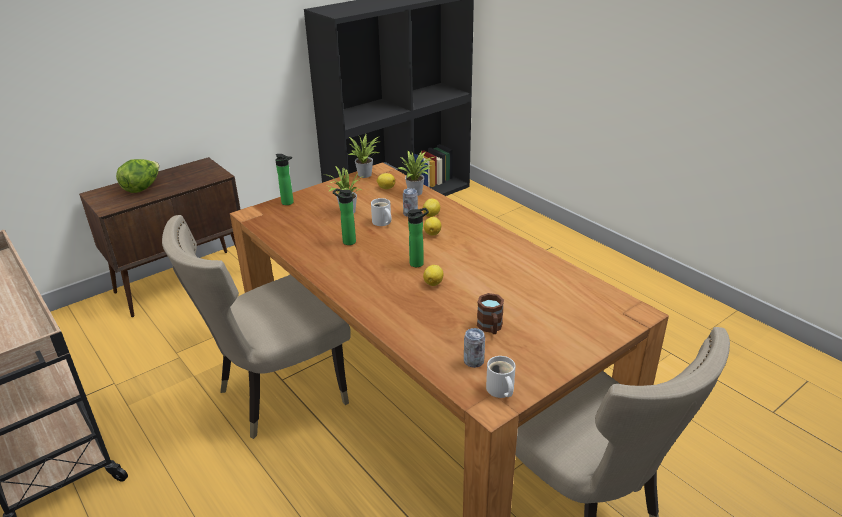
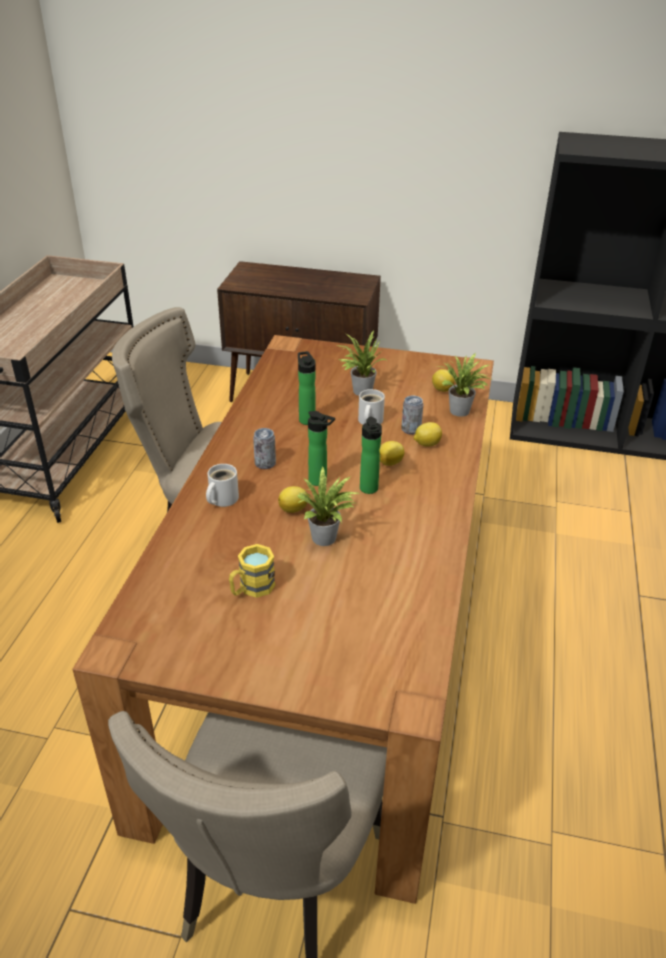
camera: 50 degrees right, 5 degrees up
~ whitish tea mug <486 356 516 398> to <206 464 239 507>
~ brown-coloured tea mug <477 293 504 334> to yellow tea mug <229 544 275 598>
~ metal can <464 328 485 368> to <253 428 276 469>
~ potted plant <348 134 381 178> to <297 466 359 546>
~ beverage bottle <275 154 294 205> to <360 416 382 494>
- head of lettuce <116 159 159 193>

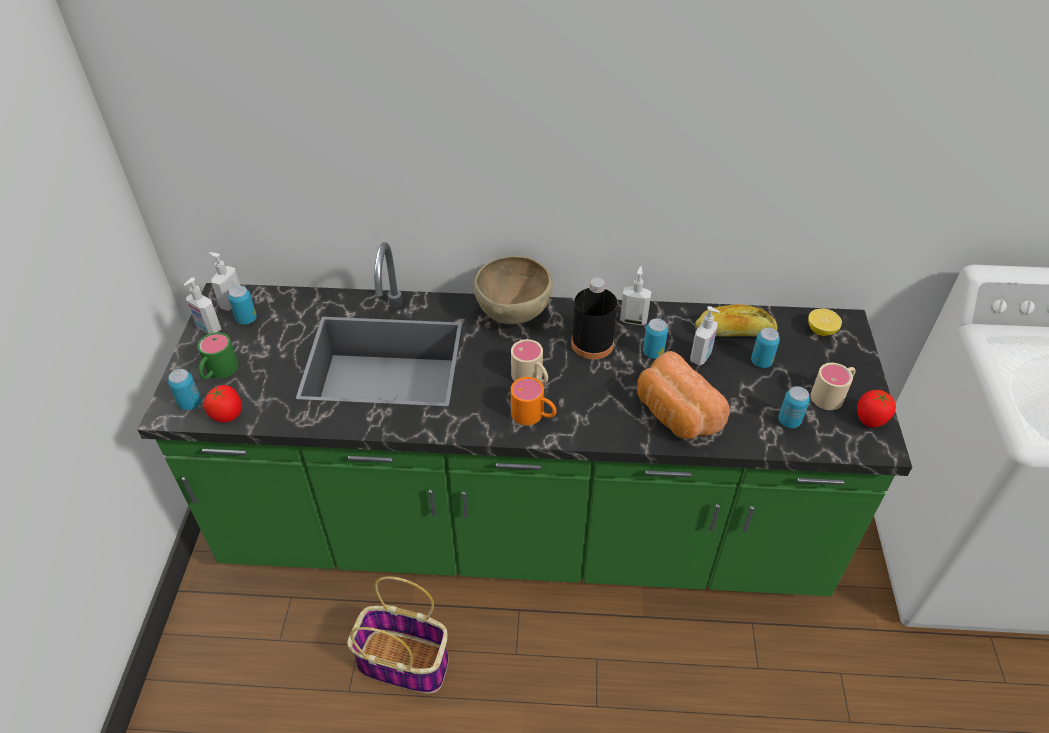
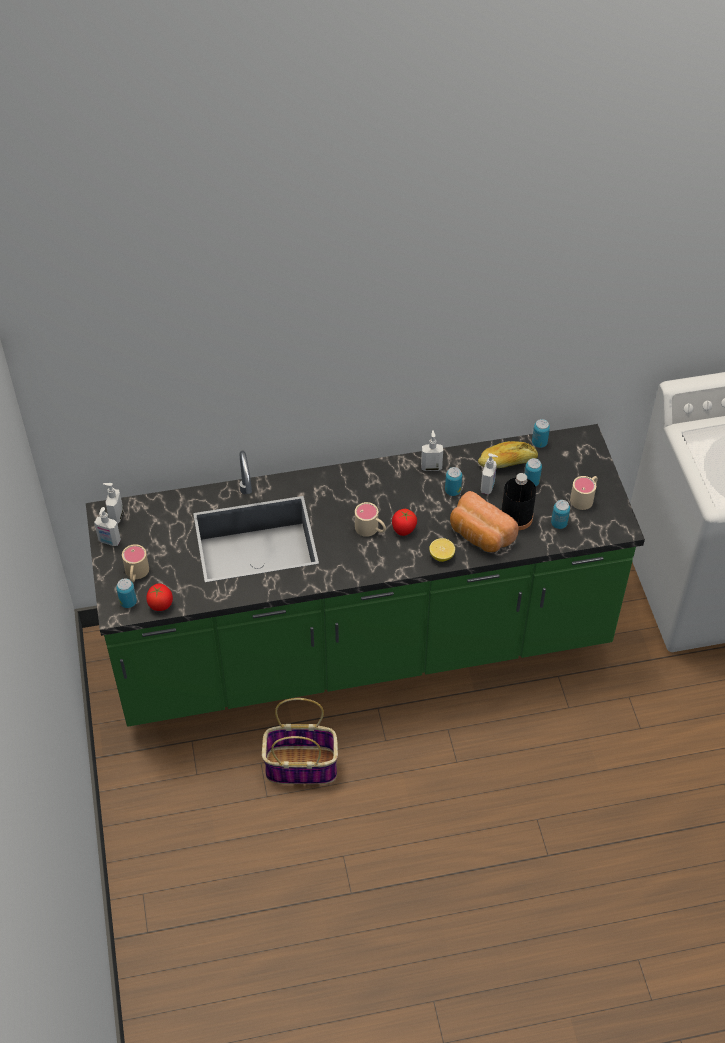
camera: 15 degrees left, 5 degrees up
~ green tea mug <197 332 239 380> to beige tea mug <122 544 149 582>
~ tomato <857 390 896 428> to <392 509 417 536>
~ citrus fruit <808 308 842 336> to <429 538 455 562>
~ black beverage bottle <571 278 618 359> to <501 473 536 530>
~ metal can <228 286 257 325> to <532 419 550 448>
- brown-coloured serving bowl <473 256 553 324>
- orange-coloured tea mug <511 377 557 425>

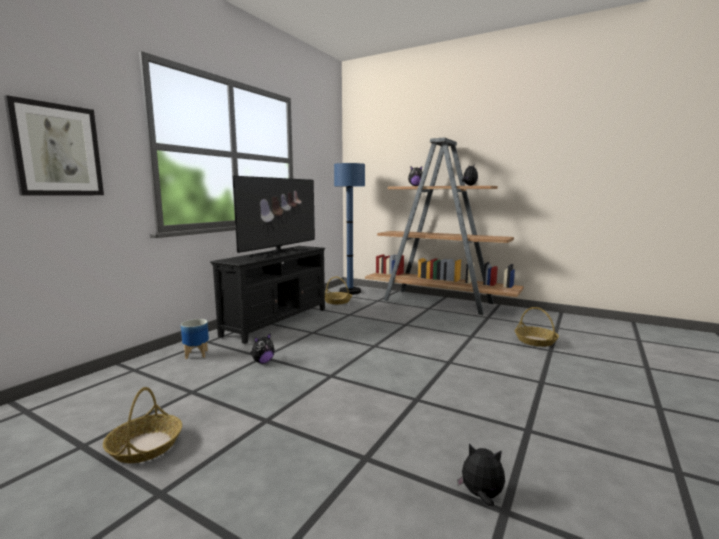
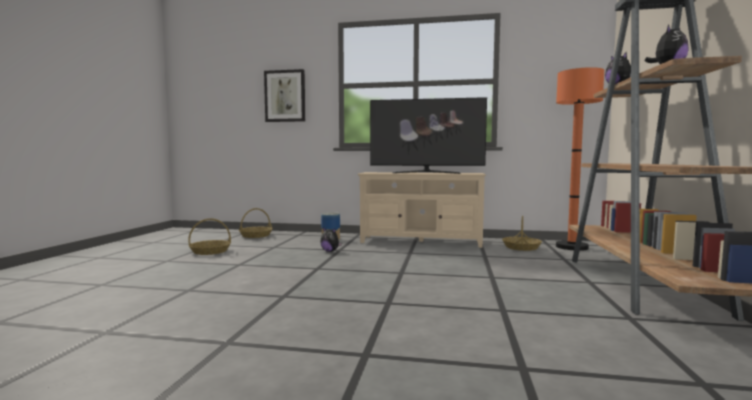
camera: 70 degrees right, 5 degrees down
~ storage basket <515 307 559 347> to <239 208 273 238>
~ black tv unit <210 246 325 344> to beige tv unit <358 172 487 248>
~ blue-coloured floor lamp <334 163 365 295> to orange-coloured floor lamp <556 67 604 251>
- plush toy <457 444 505 506>

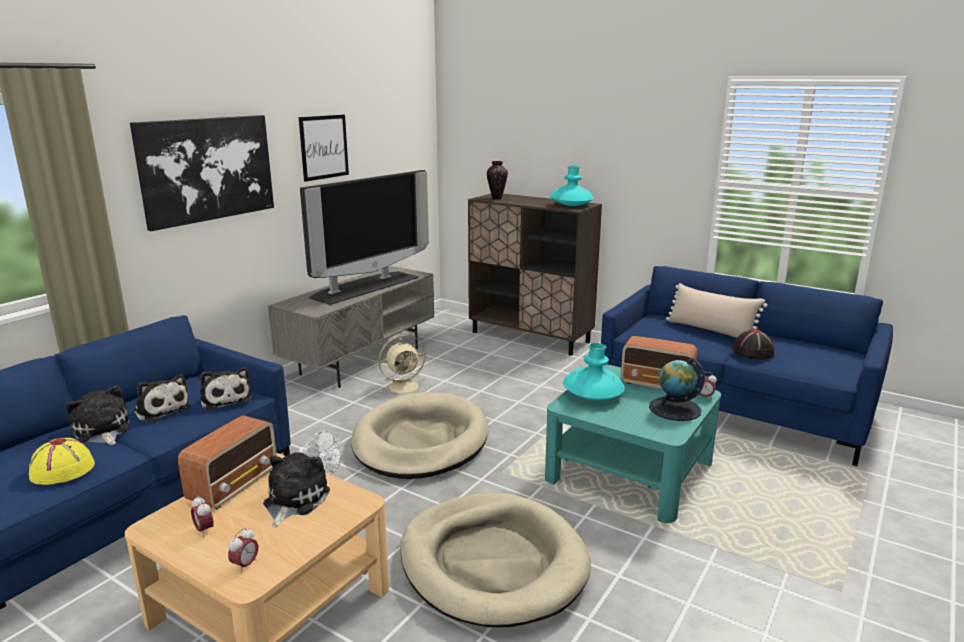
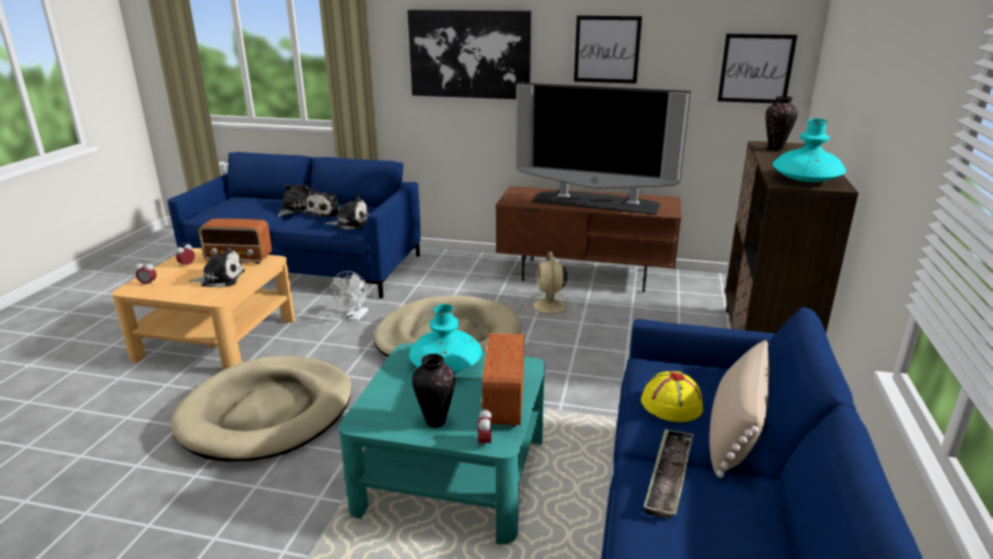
camera: 70 degrees right, 5 degrees up
~ plush toy <200 367 252 411> = <326 196 369 230> 120 degrees counterclockwise
~ world globe <649 357 705 421> to decorative vase <412 354 455 428>
~ grey tv unit <268 266 434 388> to brown-coloured tv unit <496 186 681 293>
~ beige fan <376 335 429 397> = <526 252 576 318> 45 degrees clockwise
~ yellow hat <29 438 95 485> to <641 371 703 422>
~ black hat <732 329 774 360> to tray <643 429 693 519>
+ wall art <718 34 797 103>

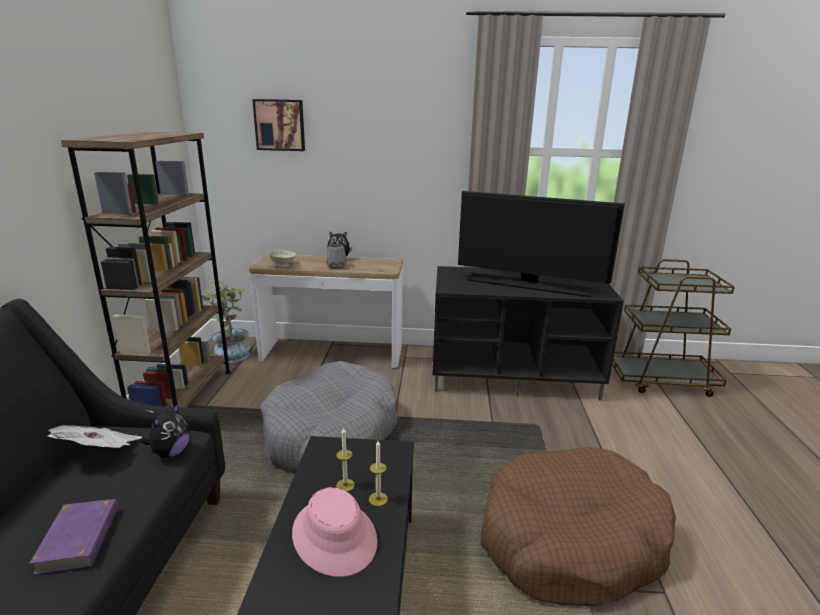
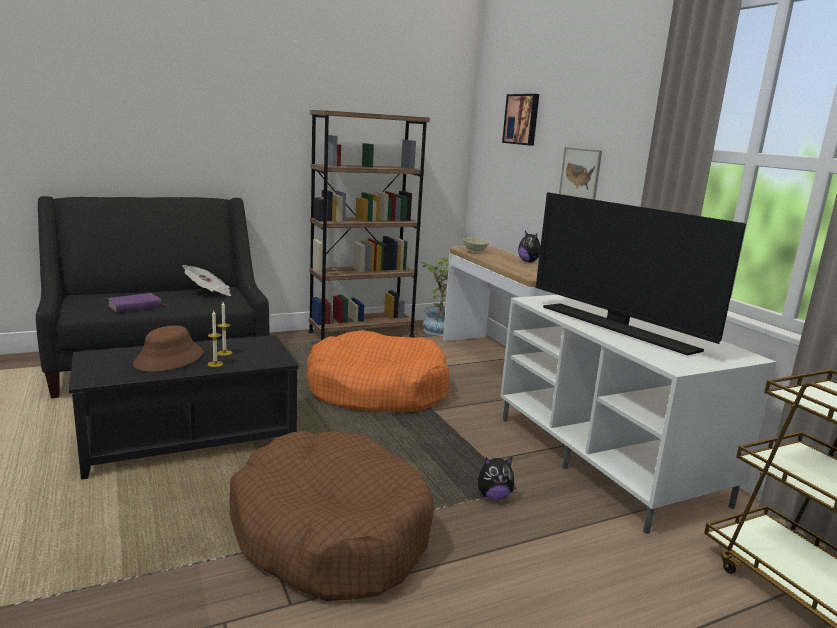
camera: 60 degrees right, 5 degrees down
~ pinkish hat <292 487 377 577> to brown-coloured hat <133 326 203 372>
~ grey pet bed <261 361 398 470> to orange-coloured pet bed <307 330 449 412>
~ plush toy <142 403 190 458> to <478 457 514 500>
~ black tv unit <433 266 624 401> to whitish tv unit <500 295 777 534>
~ television <458 191 625 297> = <536 192 746 355> 150 degrees clockwise
+ wall art <559 147 602 200>
- grey decorative vase <326 244 347 269>

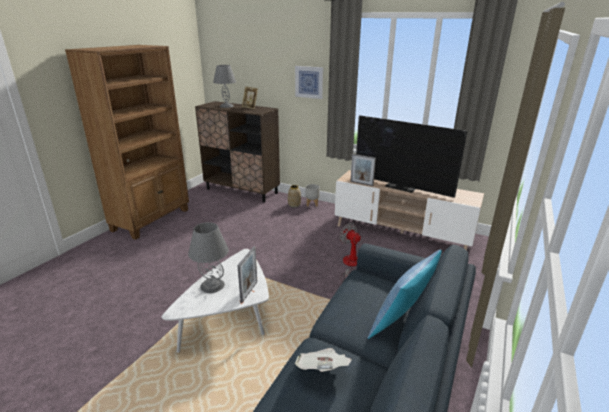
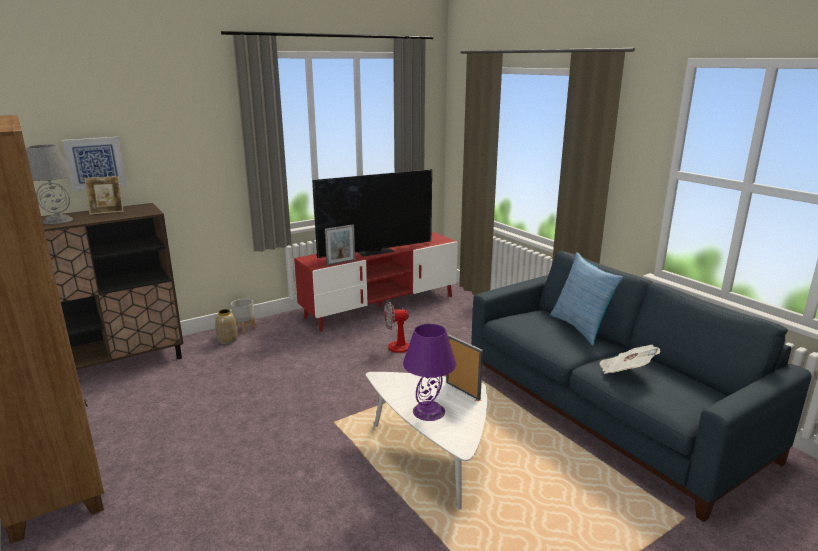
camera: 60 degrees left, 5 degrees down
~ wall art <295 66 323 99> to <62 137 127 191>
~ beige tv unit <335 170 484 251> to red tv unit <294 232 458 332>
~ grey tabletop lamp <188 222 229 293> to purplish tabletop lamp <403 324 456 421>

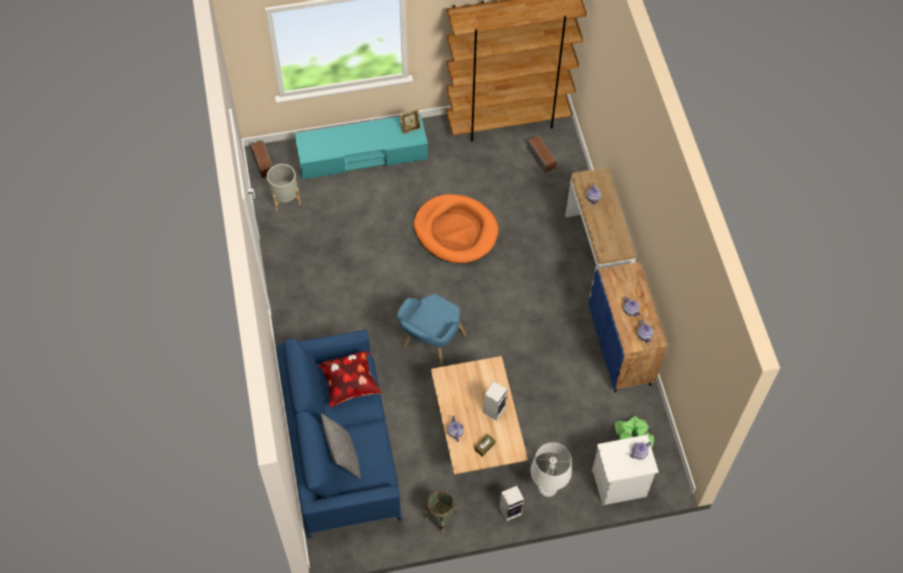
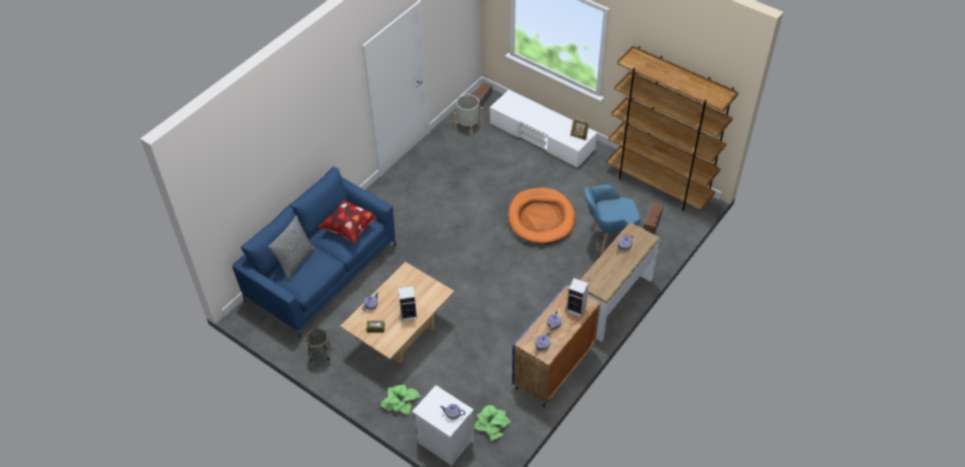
camera: 50 degrees right, 10 degrees down
~ whitish tabletop lamp <530 443 572 497> to potted plant <380 385 420 415>
~ blue-green tv unit <294 113 428 179> to whitish tv unit <490 90 597 167>
~ speaker <499 486 524 521> to <566 278 589 317>
~ blue-coloured armchair <397 294 466 367> to <584 184 640 256>

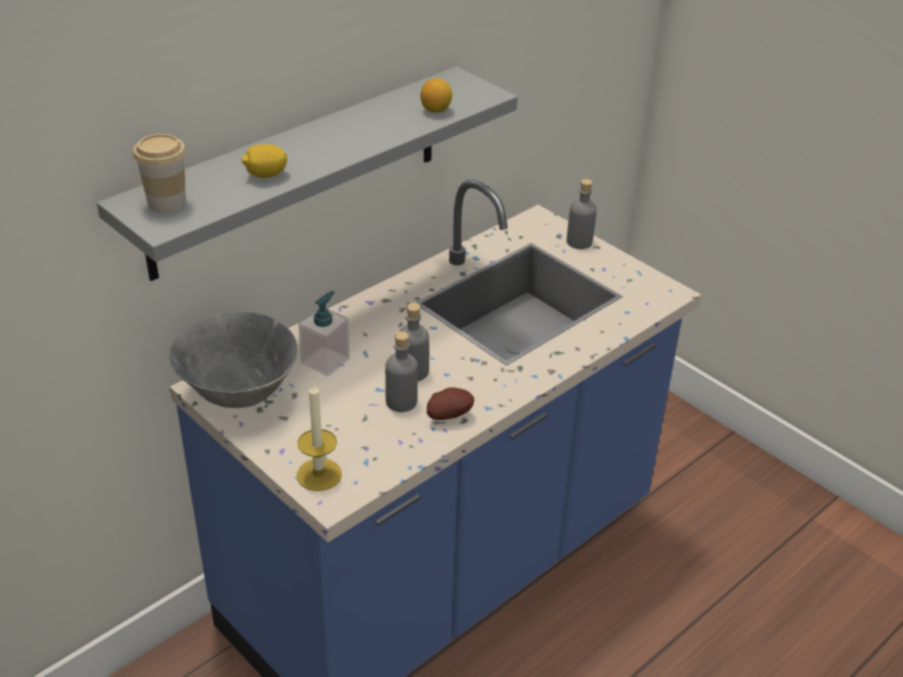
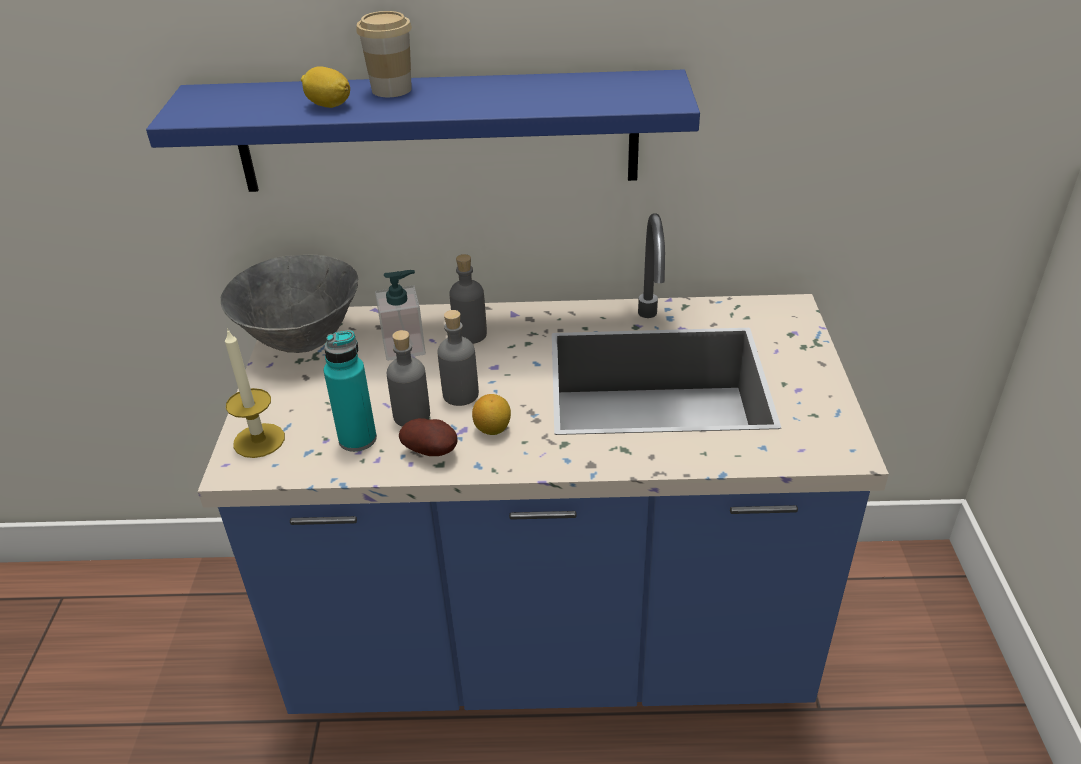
camera: 45 degrees right, 0 degrees up
~ grey wall shelf <97 67 518 281> to blue-coloured wall shelf <146 70 700 192>
+ blue-green beverage bottle <324 330 377 452>
~ cup <133 134 186 213> to <356 11 412 97>
~ grey beverage bottle <567 179 597 249> to <449 254 487 344>
~ citrus fruit <420 78 452 113> to <472 394 511 435>

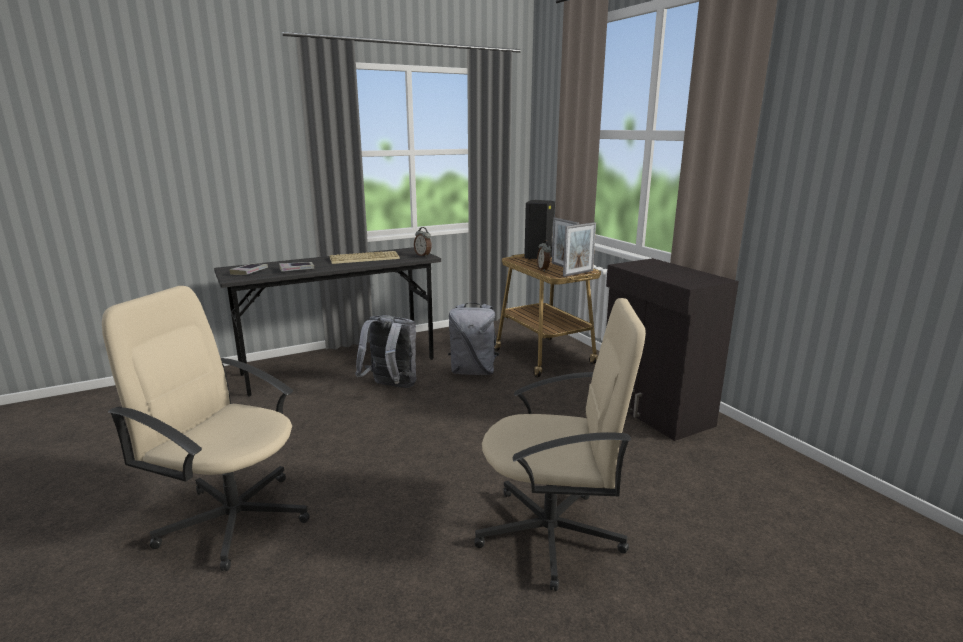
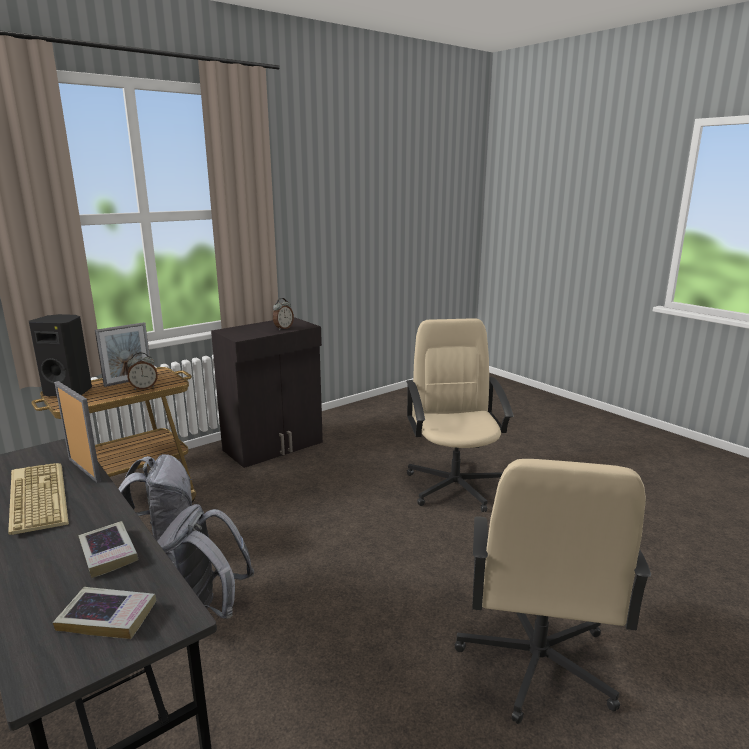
camera: 100 degrees left, 0 degrees up
~ photo frame <563 222 596 277> to <54 381 101 483>
~ bedside clock <414 227 432 257> to <273 298 294 330>

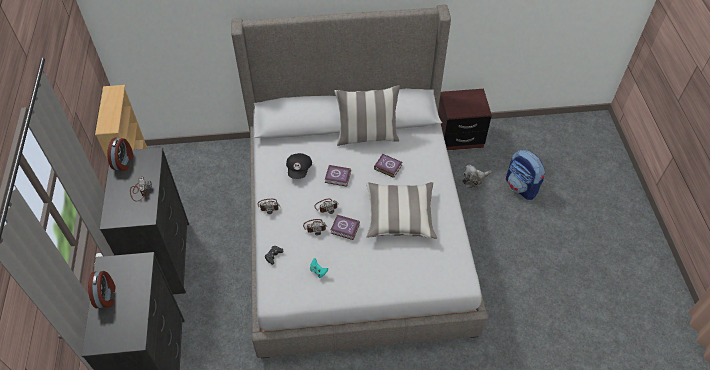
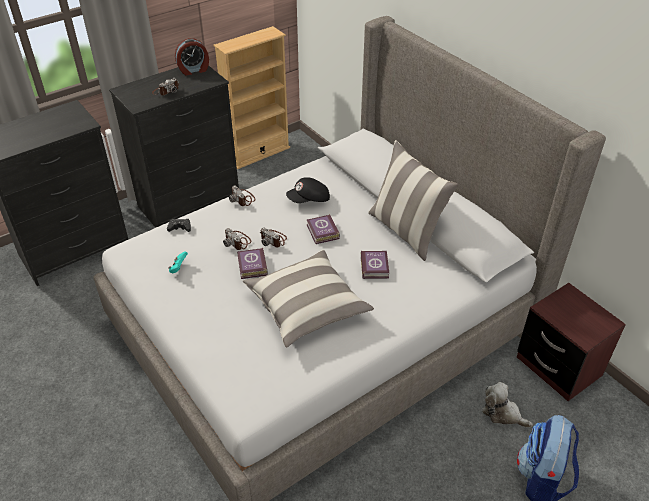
camera: 60 degrees right, 10 degrees down
- bedside clock <88 271 116 308>

